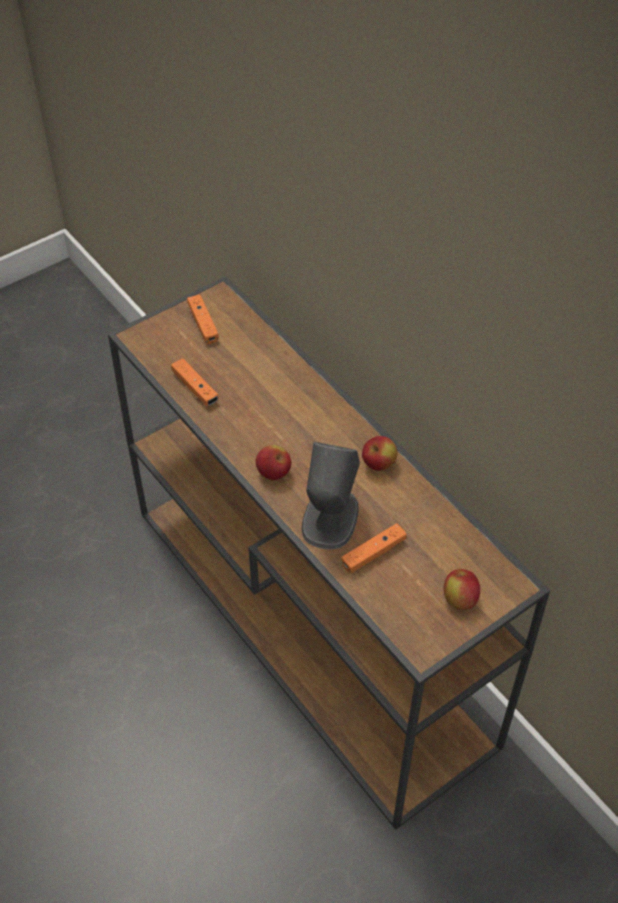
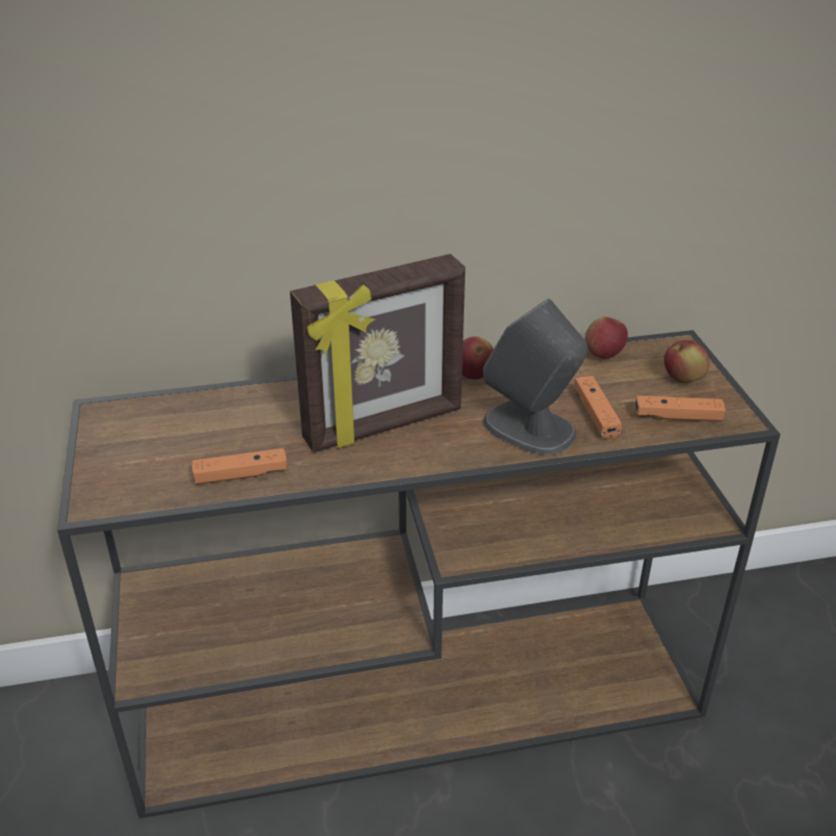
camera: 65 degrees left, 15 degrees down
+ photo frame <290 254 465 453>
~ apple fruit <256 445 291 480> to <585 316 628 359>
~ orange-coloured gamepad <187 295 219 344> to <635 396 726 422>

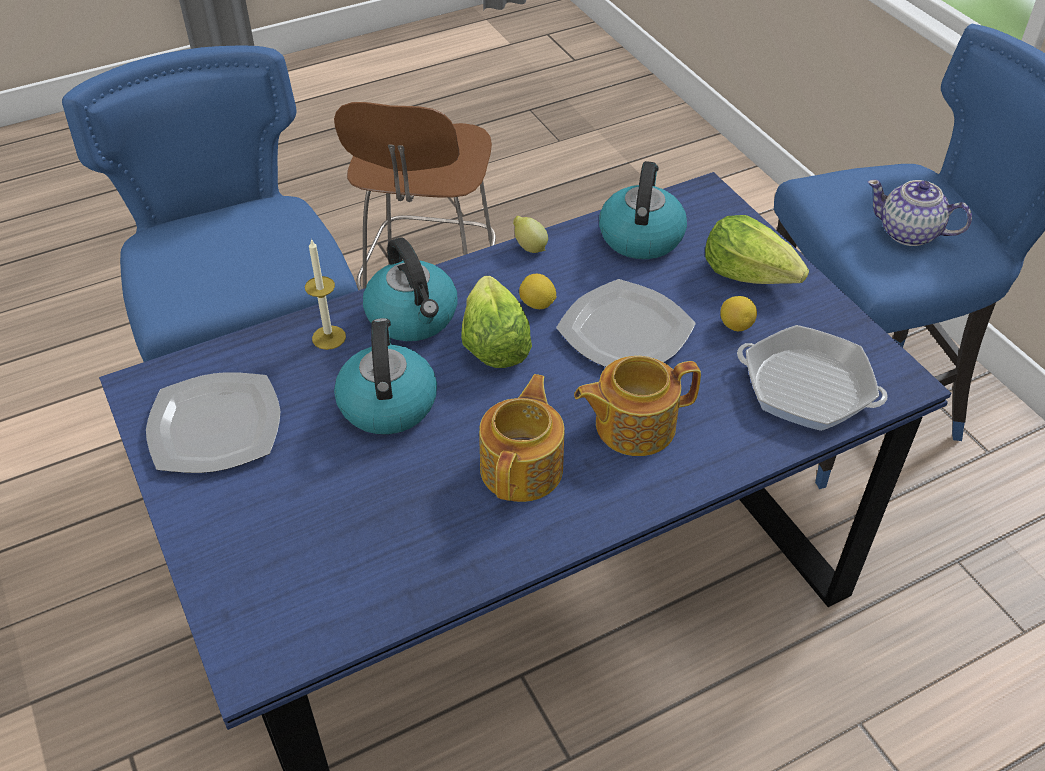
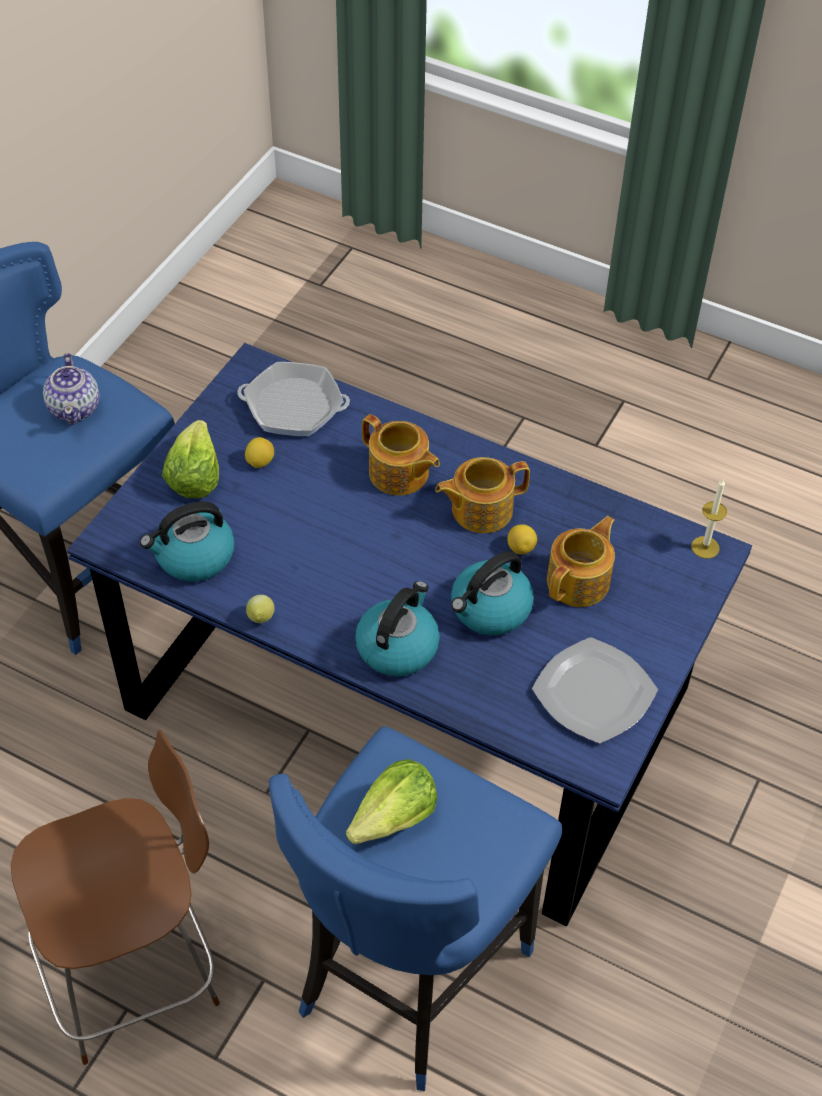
camera: 125 degrees left, 5 degrees up
~ skillet <737 325 888 431> = <237 362 350 436> 75 degrees counterclockwise
~ head of lettuce <461 276 532 368> to <346 759 437 844>
~ citrus fruit <519 274 557 309> to <507 524 537 555>
+ tea pot <547 516 615 607>
~ candle <305 238 346 350> to <691 479 727 559>
- dinner plate <556 279 696 367>

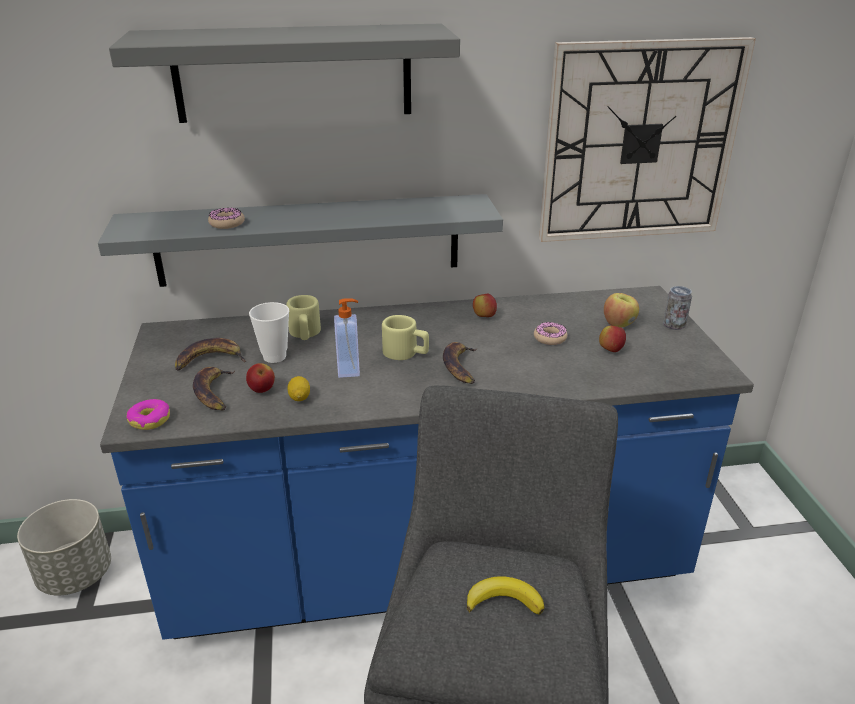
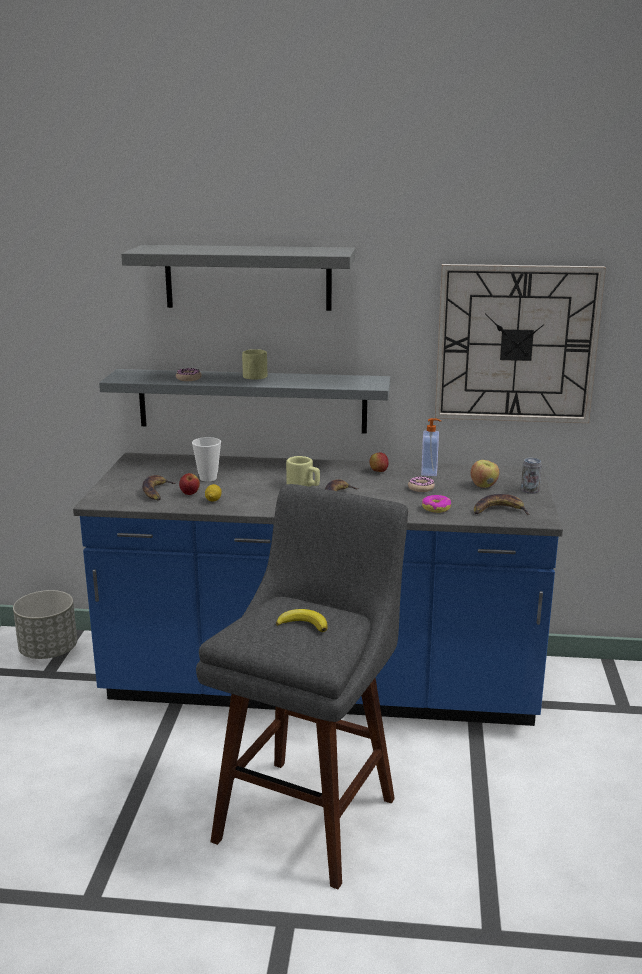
camera: 15 degrees right, 10 degrees down
~ beige tea mug <286 295 321 340> to <242 349 267 379>
~ soap bottle <334 298 360 378> to <421 418 441 476>
~ donut <126 399 170 430> to <422 495 451 513>
~ banana <175 338 247 371> to <474 494 530 515>
- apple fruit <599 326 626 352>

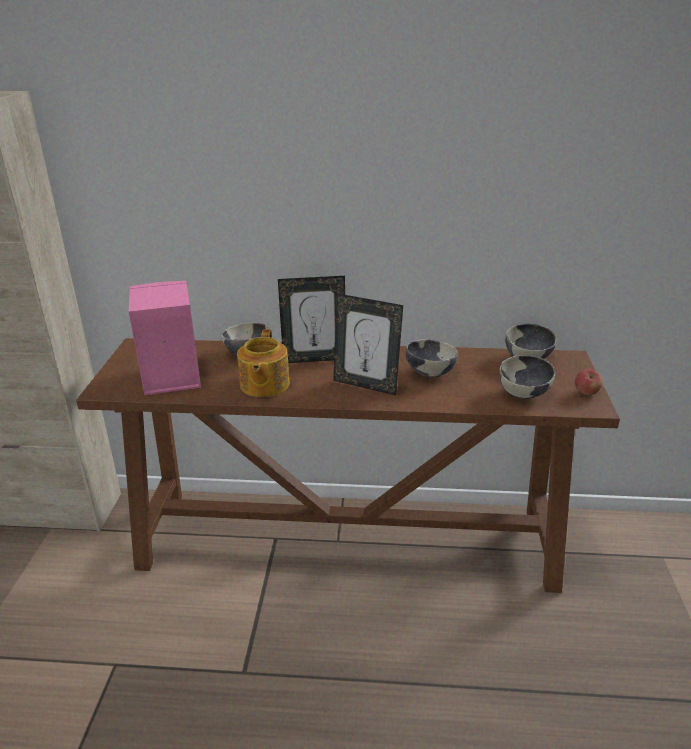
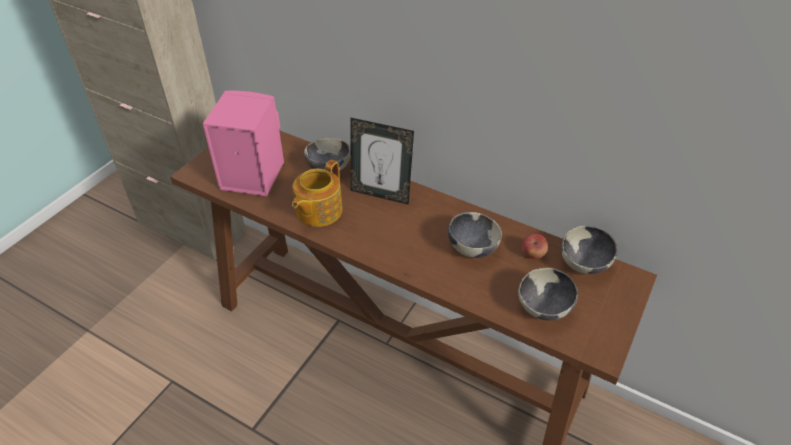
camera: 25 degrees right, 15 degrees up
~ apple fruit <575 369 603 395> to <522 233 548 259>
- photo frame <333 293 403 395>

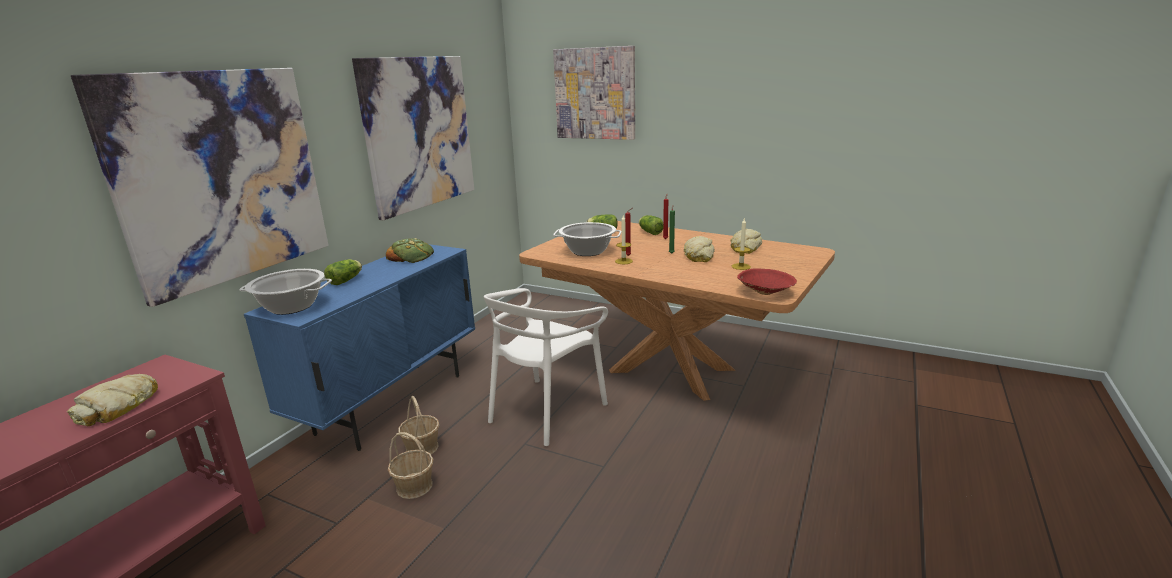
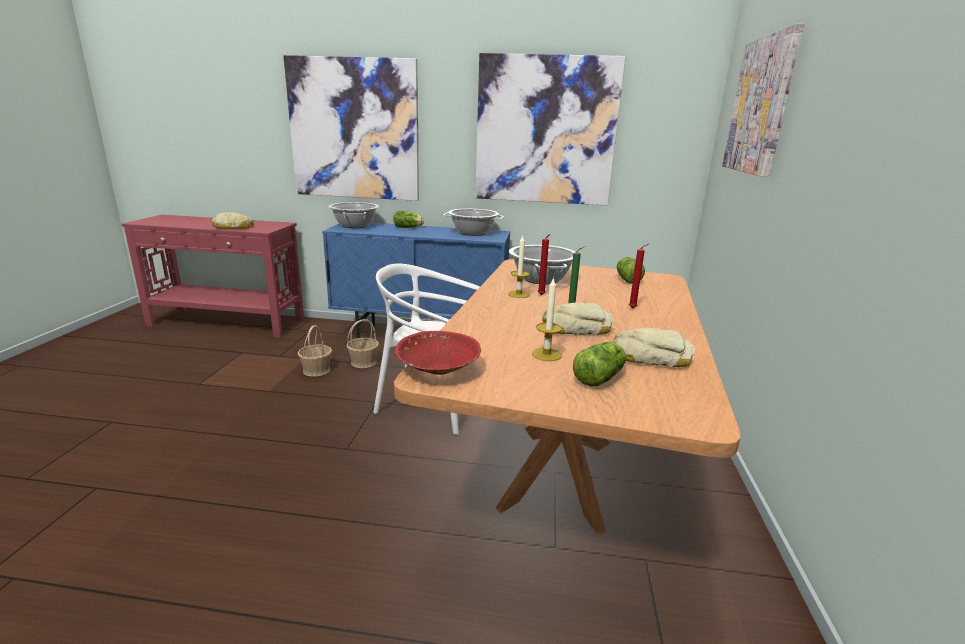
camera: 70 degrees right, 0 degrees up
~ bakery bread <386 238 434 263> to saucepot <443 209 504 236>
~ head of lettuce <639 215 663 235> to <573 342 626 386>

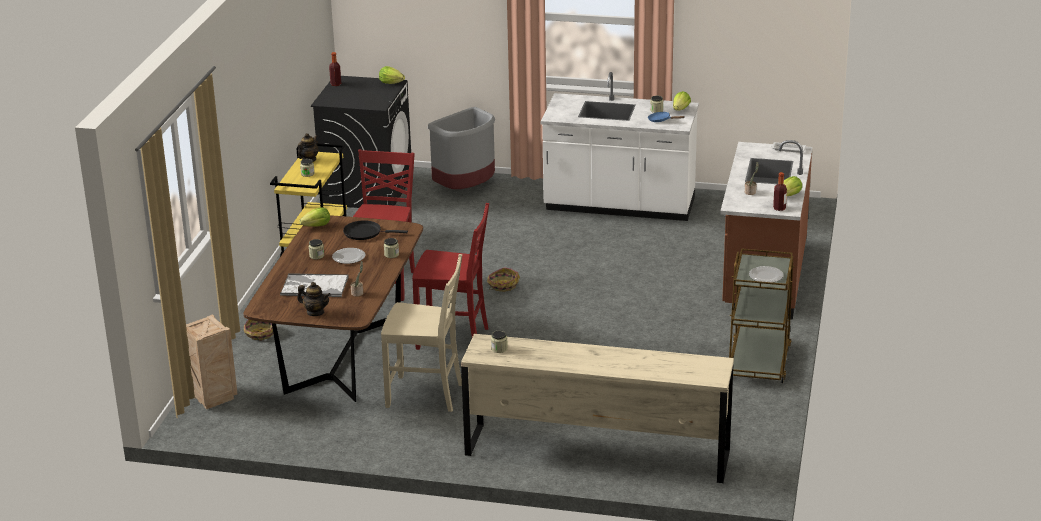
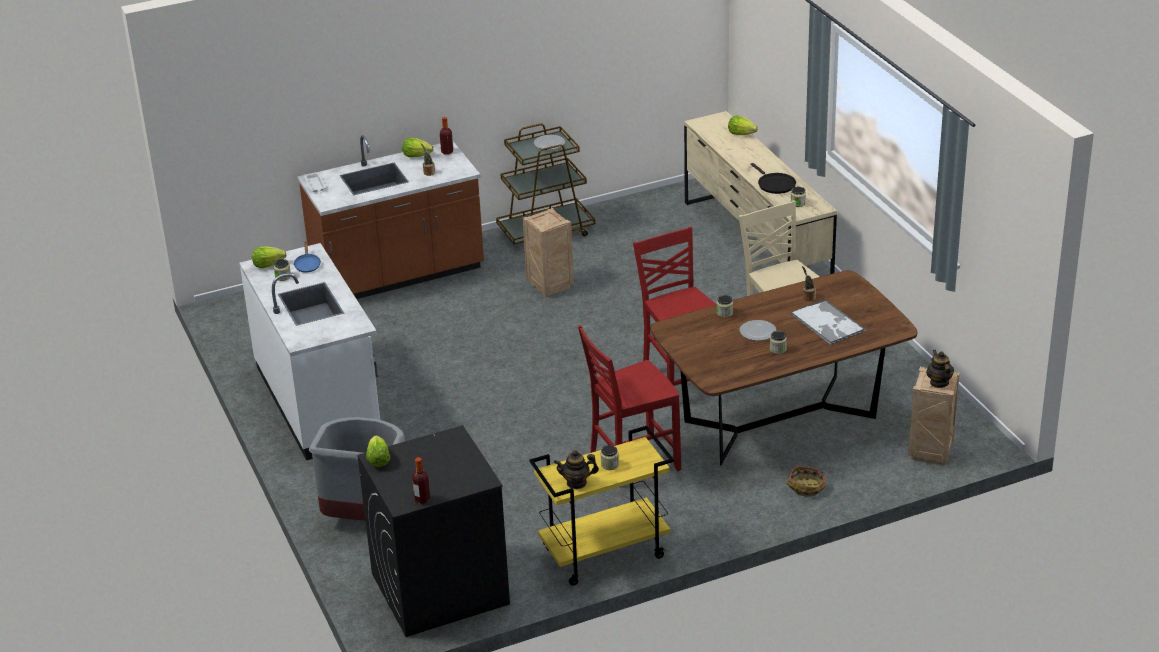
camera: 125 degrees left, 5 degrees up
+ crate <523 208 574 297>
~ head of lettuce <299 208 330 227> to <728 115 758 135>
~ black skillet <343 220 408 240> to <750 163 796 194>
~ tea pot <297 282 331 316> to <926 350 954 388>
- storage basket <487 267 520 292>

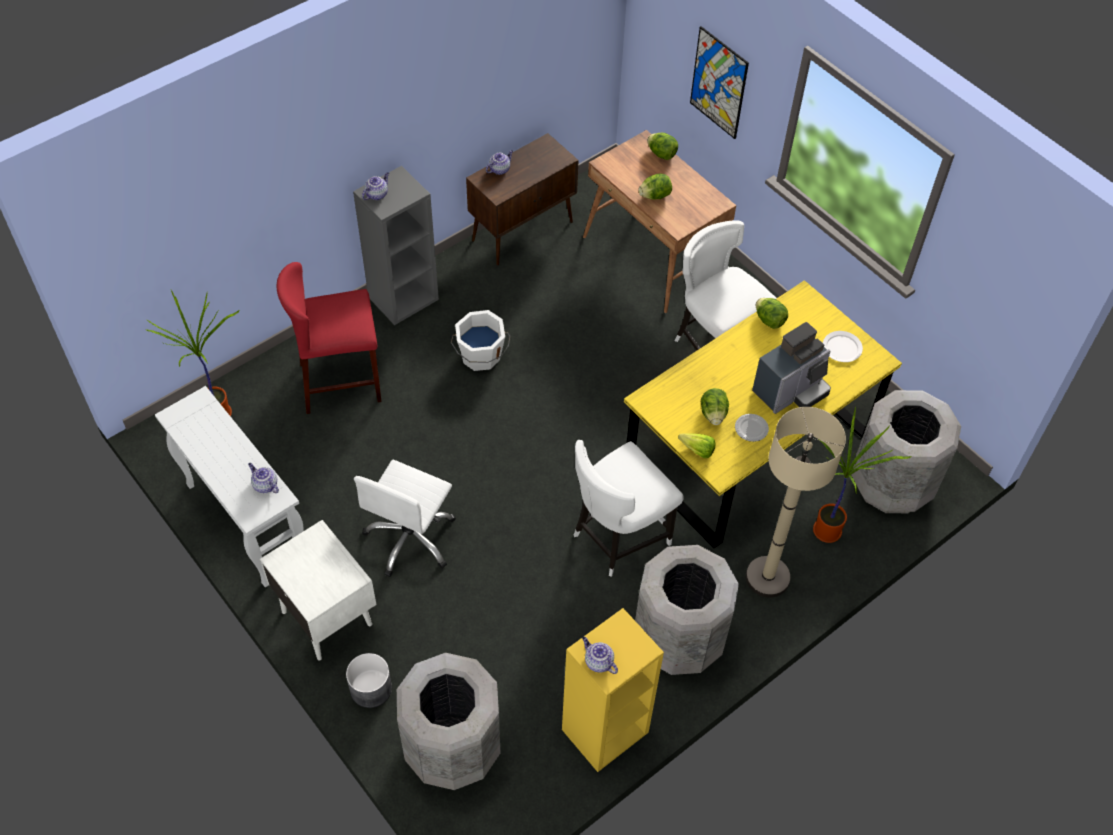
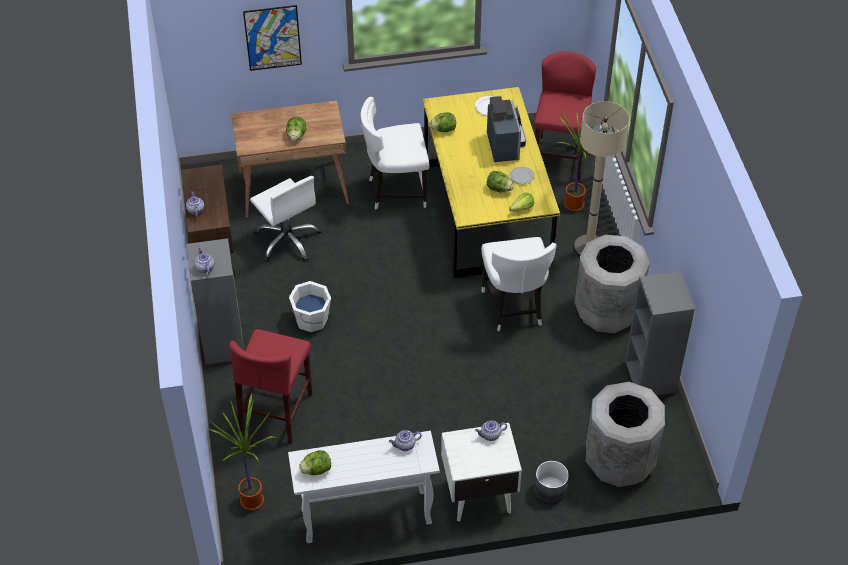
camera: 60 degrees left, 5 degrees down
~ whitish computer chair <354 460 456 577> to <250 176 321 262>
~ head of lettuce <647 133 678 160> to <299 450 331 475>
~ tea pot <582 637 618 674> to <475 420 507 441>
~ grey rubbish bin <851 390 961 513> to red stool <534 51 596 180>
~ yellow bookcase <562 608 664 772> to grey bookcase <625 271 695 395>

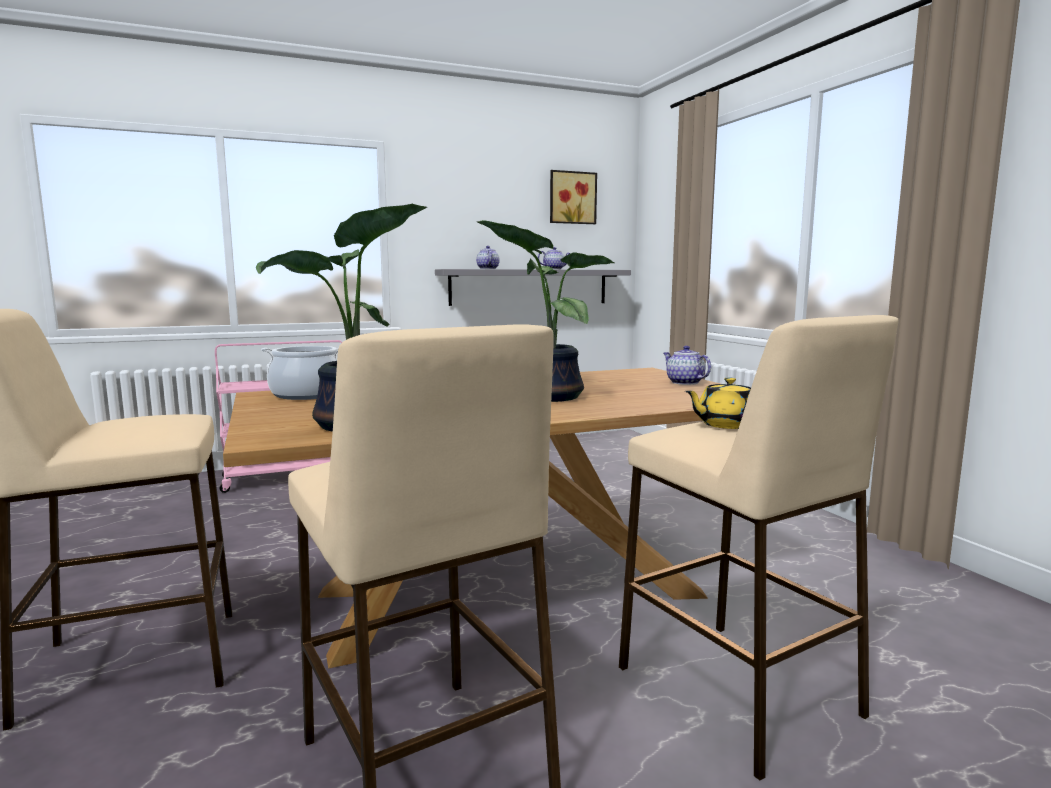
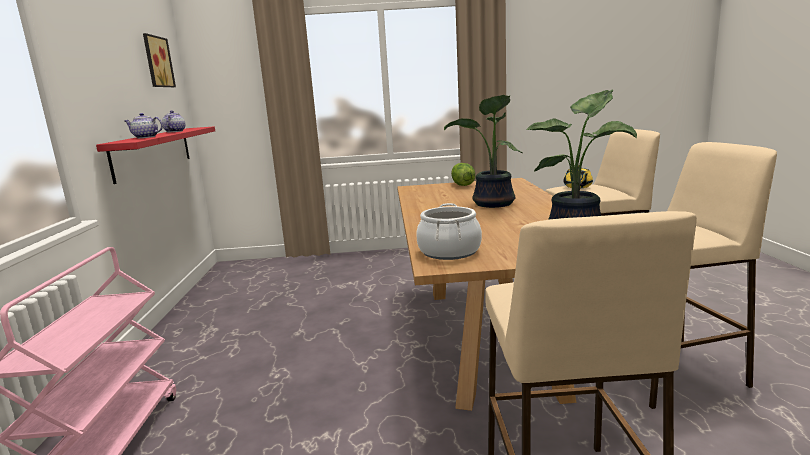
camera: 70 degrees left, 5 degrees up
~ grey wall shelf <435 269 631 306> to red wall shelf <96 127 215 184>
~ tea pot <663 346 711 385> to head of lettuce <451 163 475 186>

